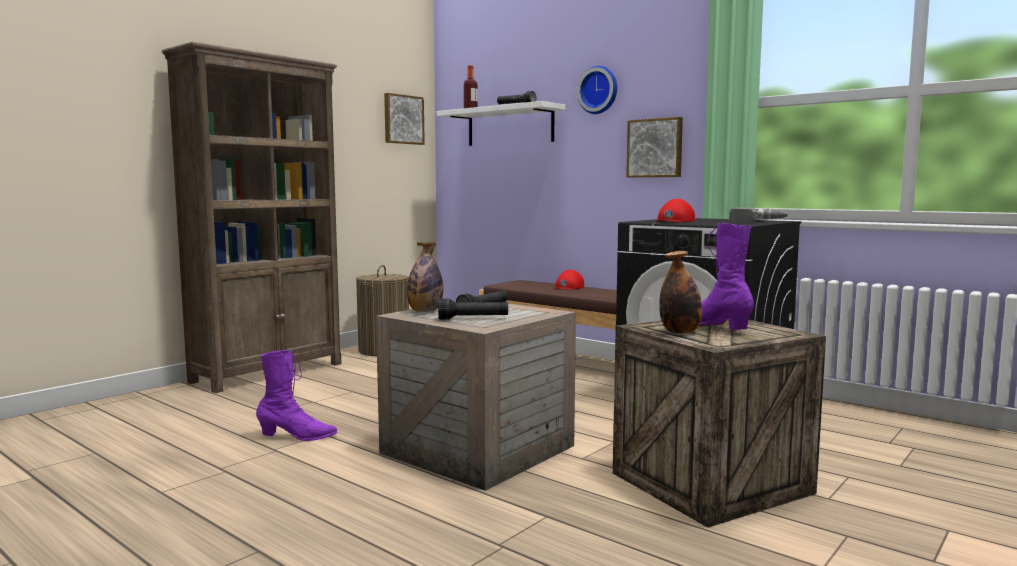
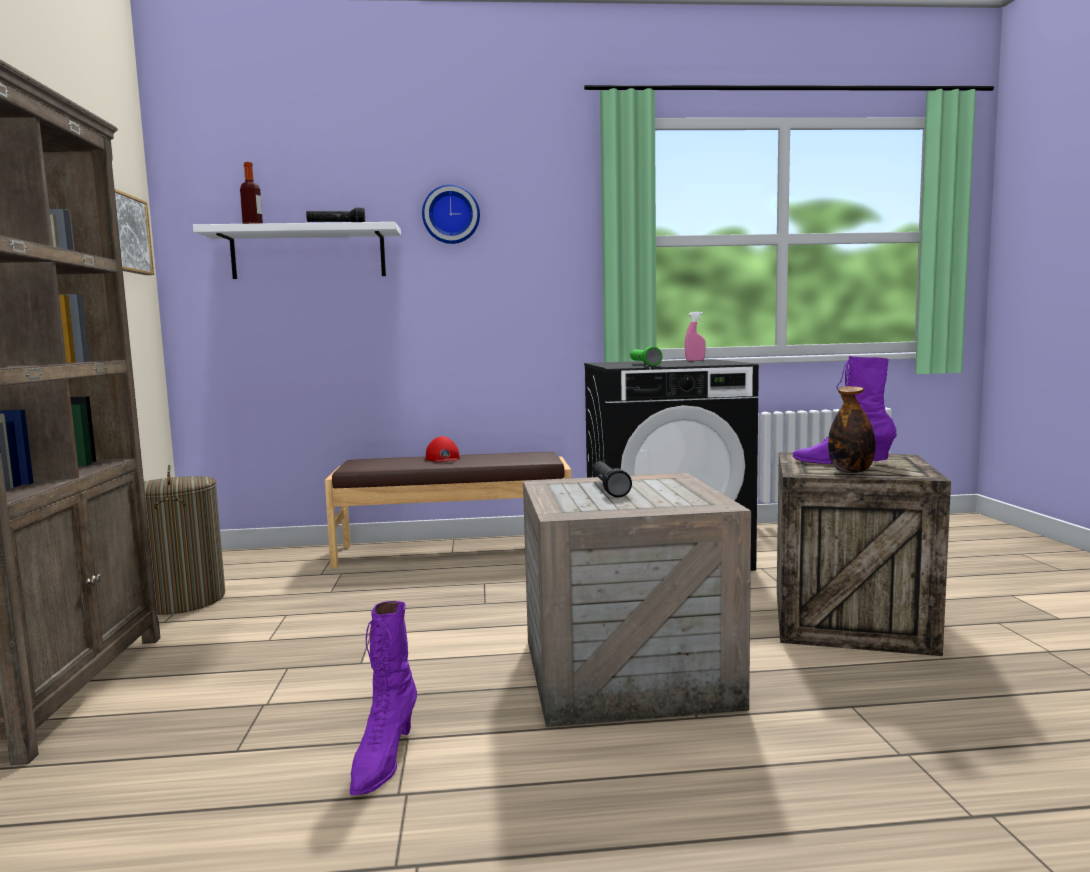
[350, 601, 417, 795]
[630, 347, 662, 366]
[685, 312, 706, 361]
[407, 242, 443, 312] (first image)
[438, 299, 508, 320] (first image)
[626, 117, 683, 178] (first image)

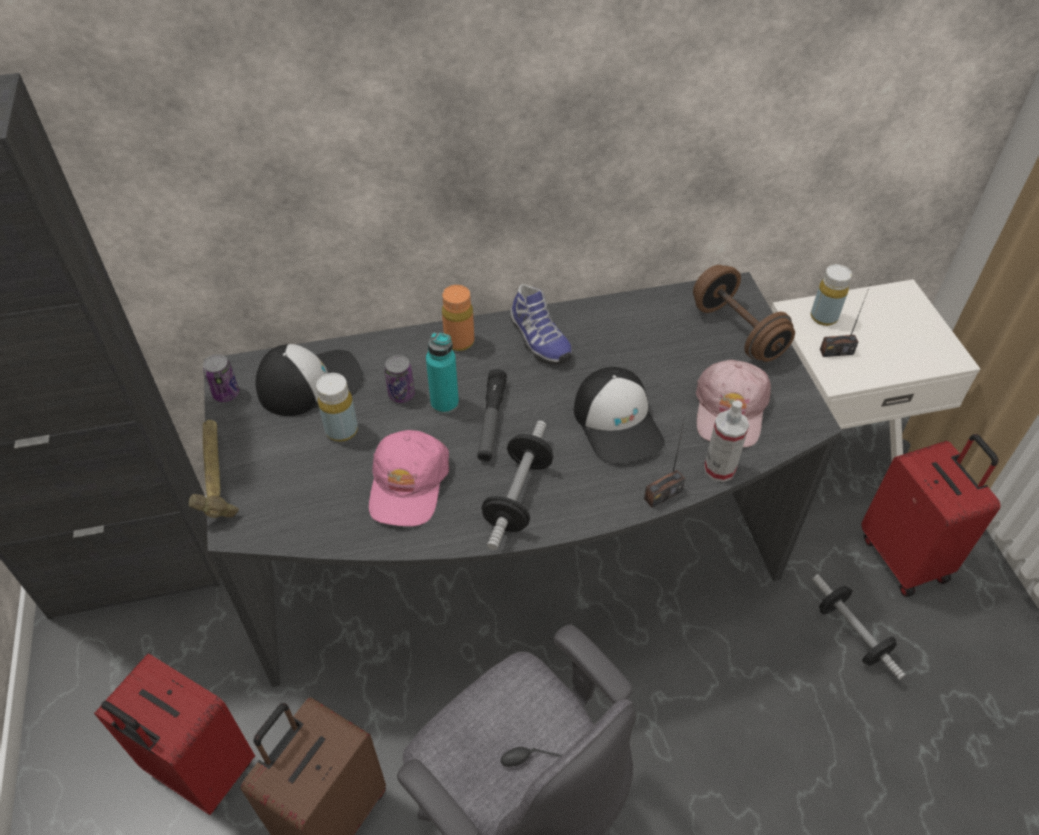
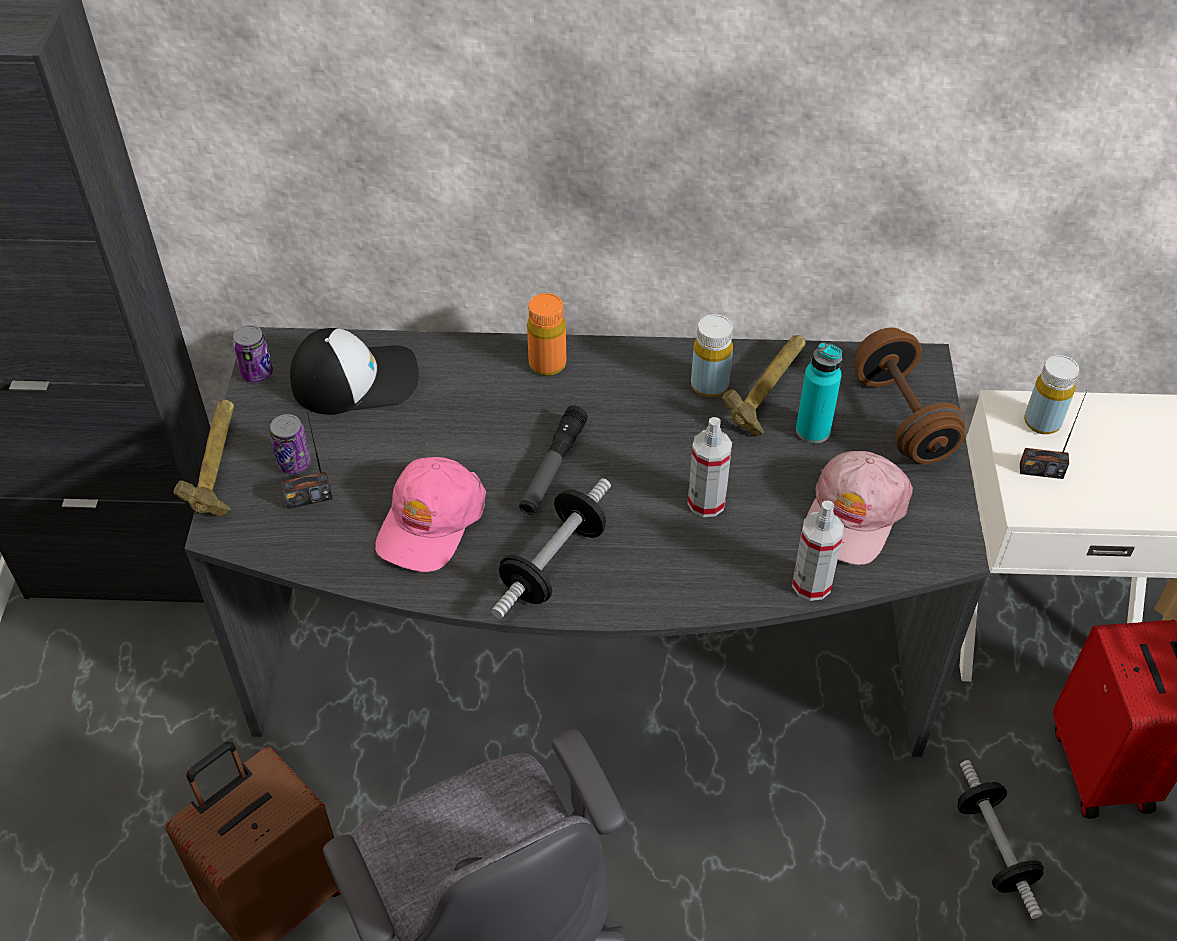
[269, 414, 311, 474]
[281, 407, 333, 509]
[688, 417, 732, 517]
[691, 314, 733, 397]
[722, 335, 806, 437]
[796, 342, 842, 443]
[94, 654, 255, 815] (first image)
[510, 284, 572, 365] (first image)

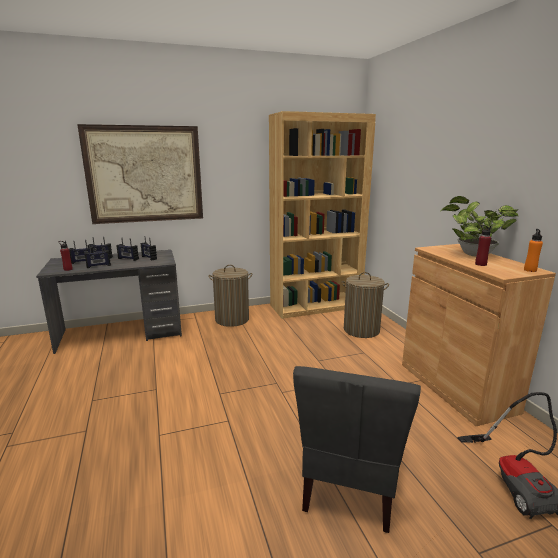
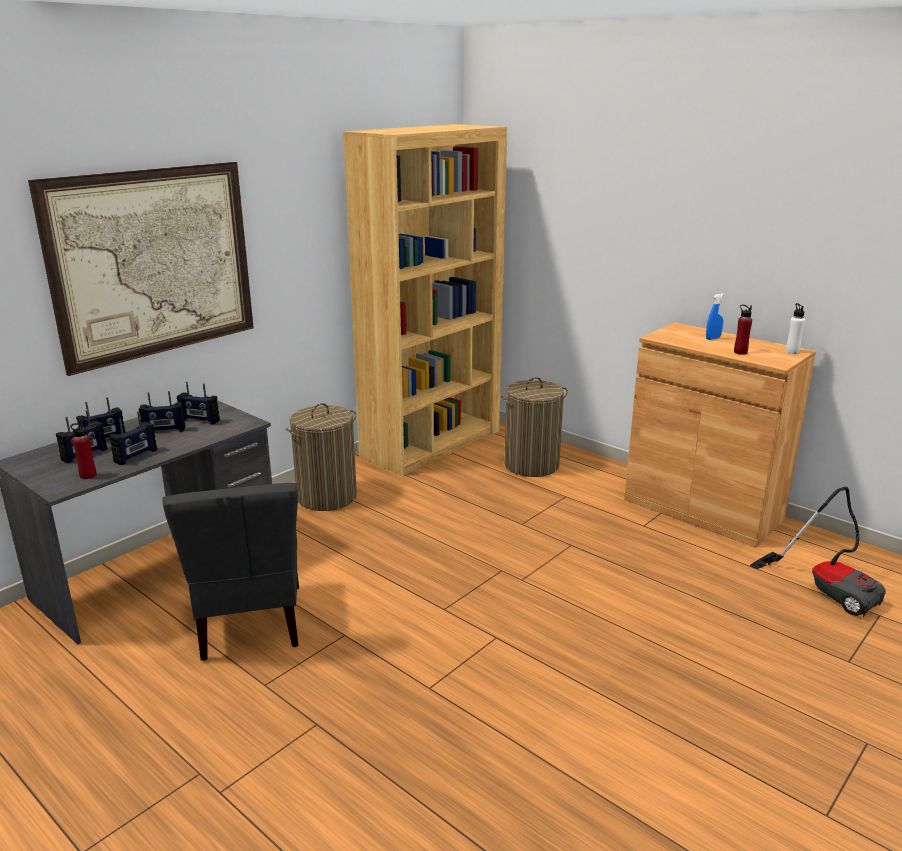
[162, 483, 299, 661]
[706, 293, 725, 340]
[786, 303, 805, 354]

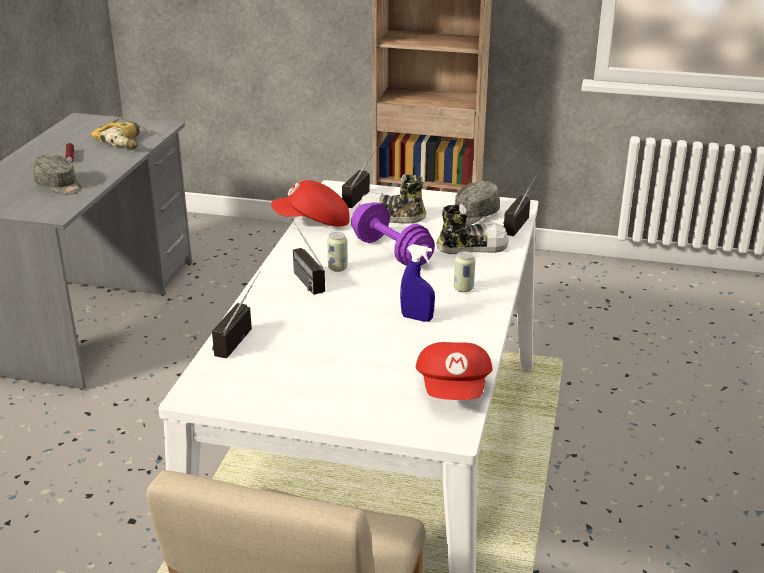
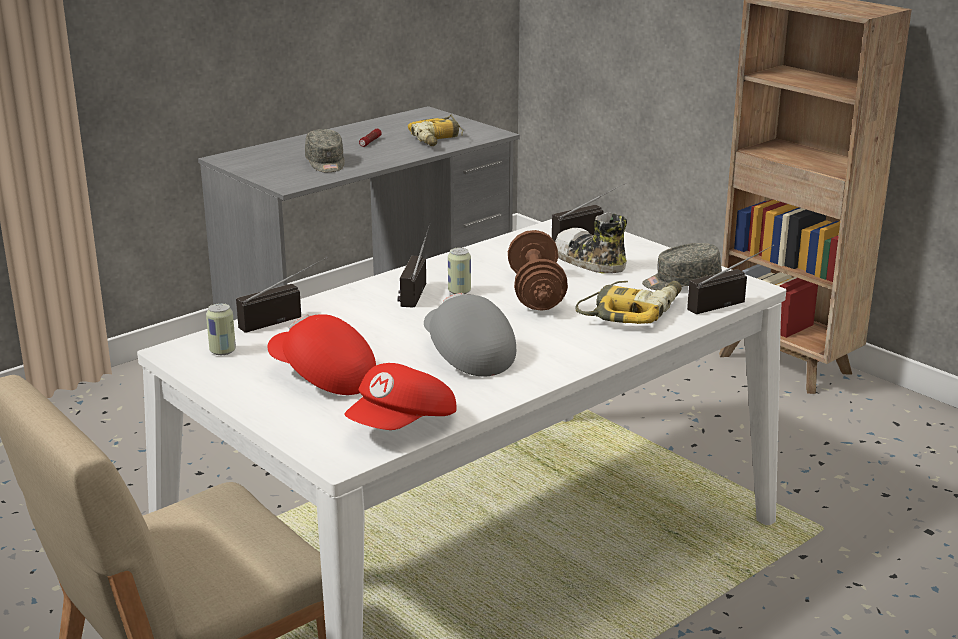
[206, 303, 236, 355]
[268, 314, 376, 395]
[424, 293, 516, 376]
[508, 230, 568, 311]
[576, 281, 682, 324]

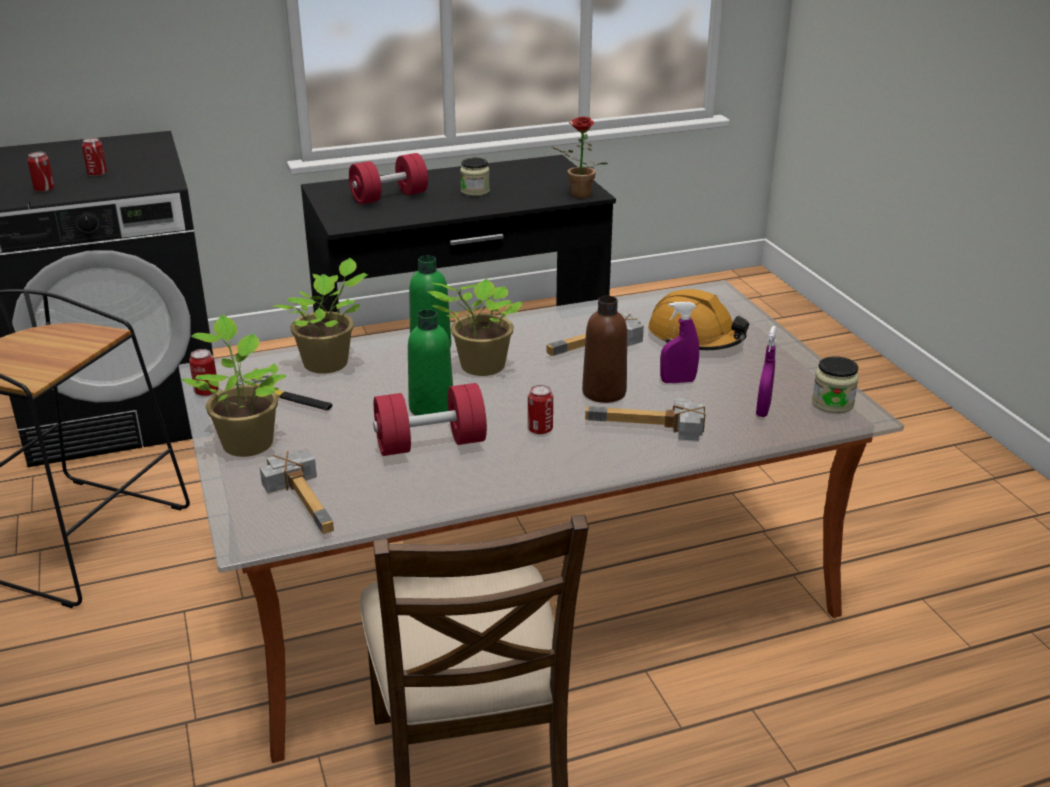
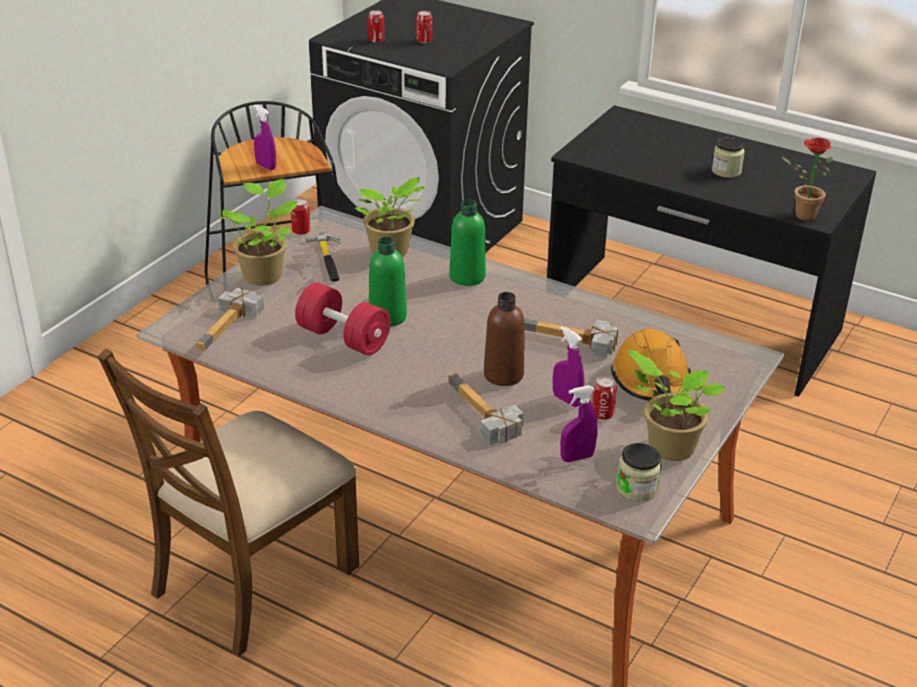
[254, 105, 276, 170]
[592, 376, 617, 420]
[628, 350, 725, 461]
[349, 153, 428, 204] (first image)

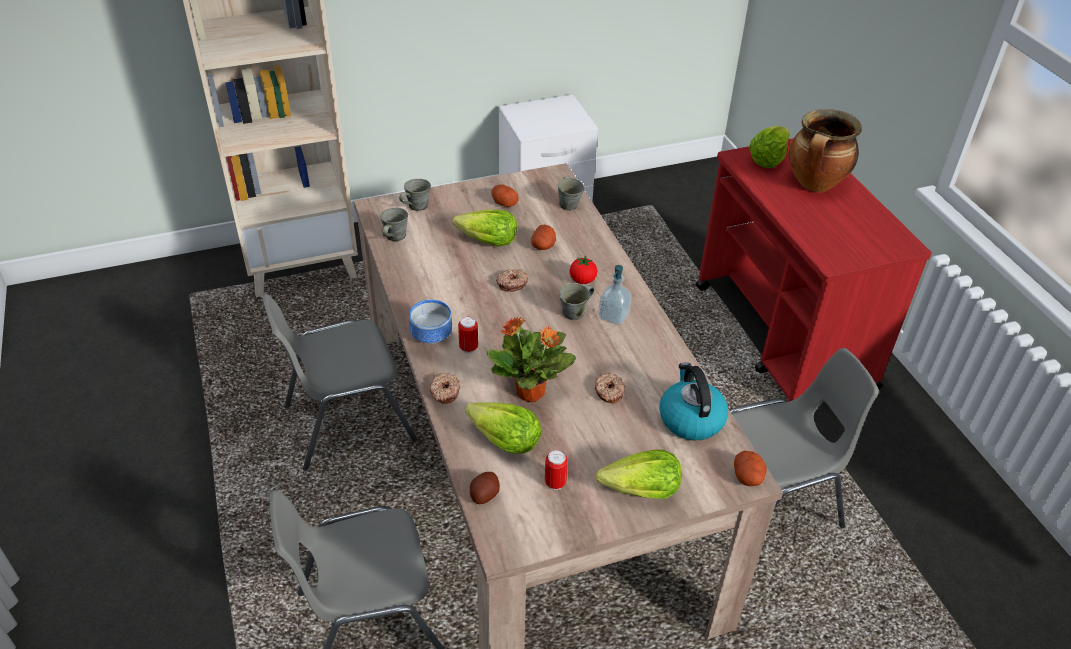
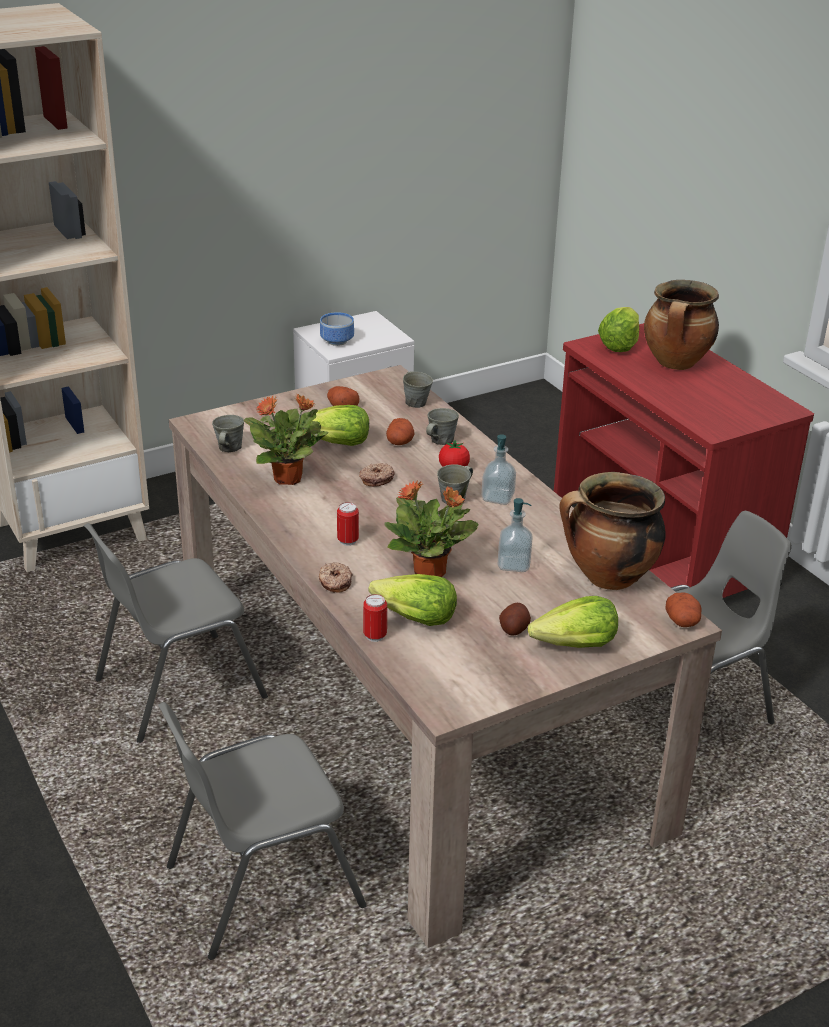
[243, 394, 329, 485]
[320, 312, 354, 346]
[363, 594, 387, 642]
[426, 408, 459, 445]
[498, 498, 533, 572]
[499, 603, 531, 635]
[559, 472, 665, 590]

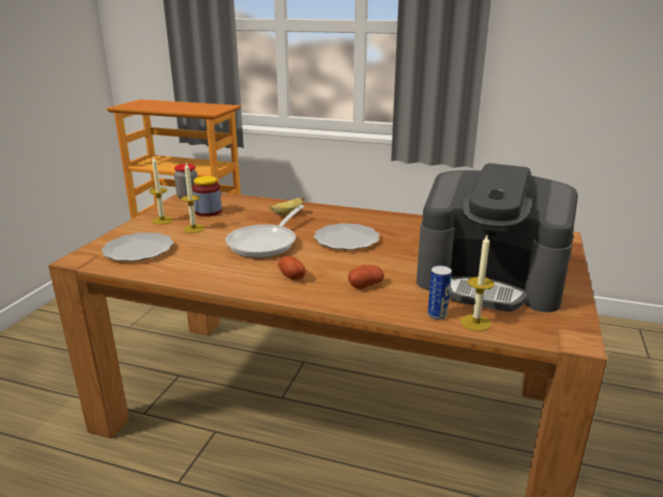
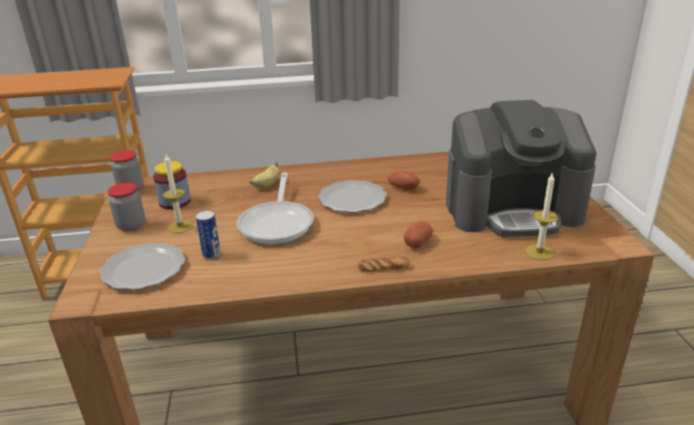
[108, 183, 145, 231]
[196, 210, 221, 260]
[358, 256, 410, 272]
[387, 171, 420, 190]

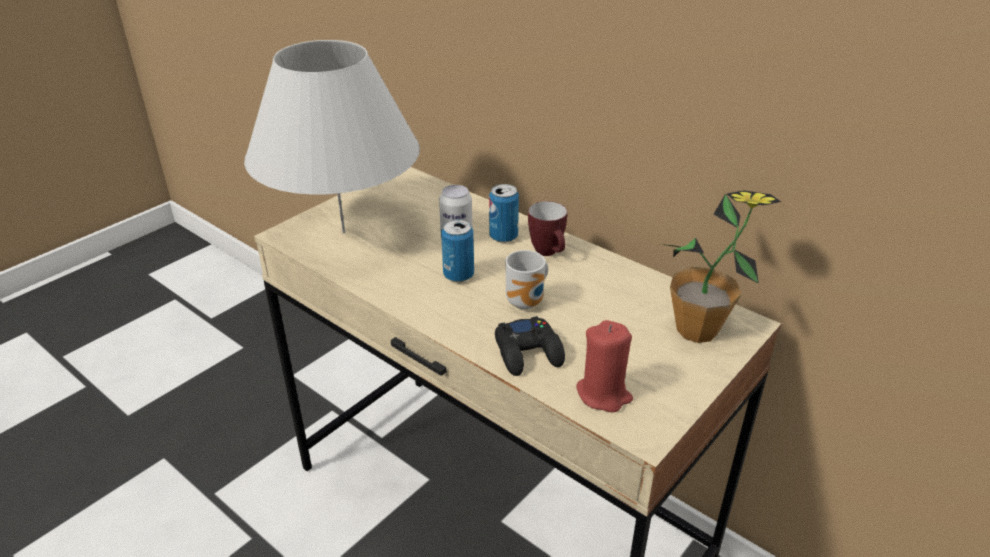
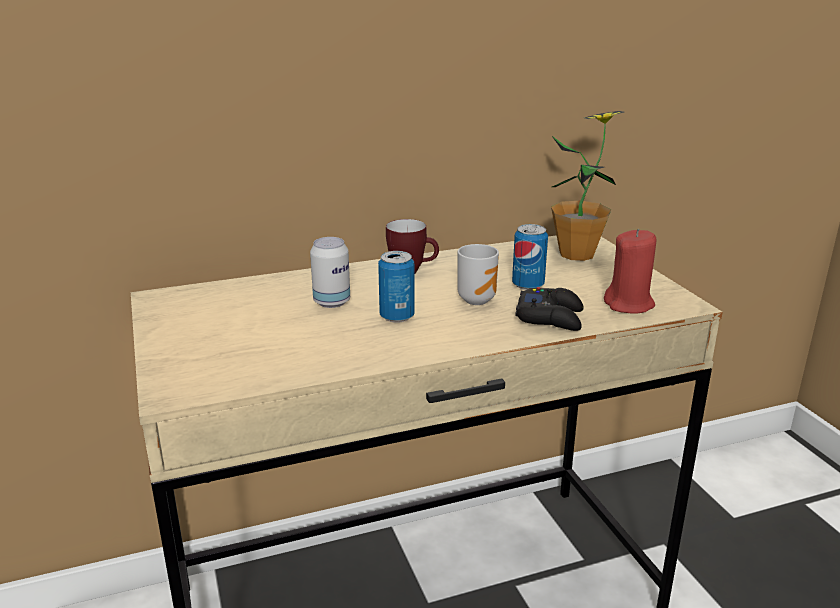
[512, 224, 548, 290]
[244, 40, 420, 233] (first image)

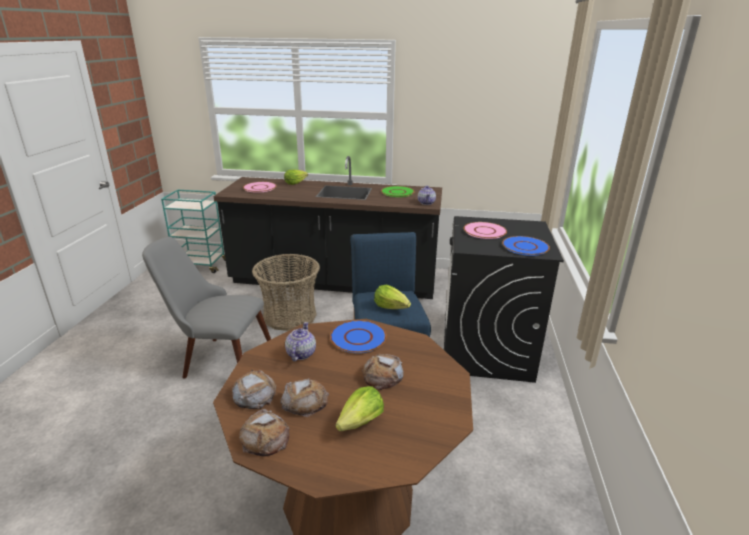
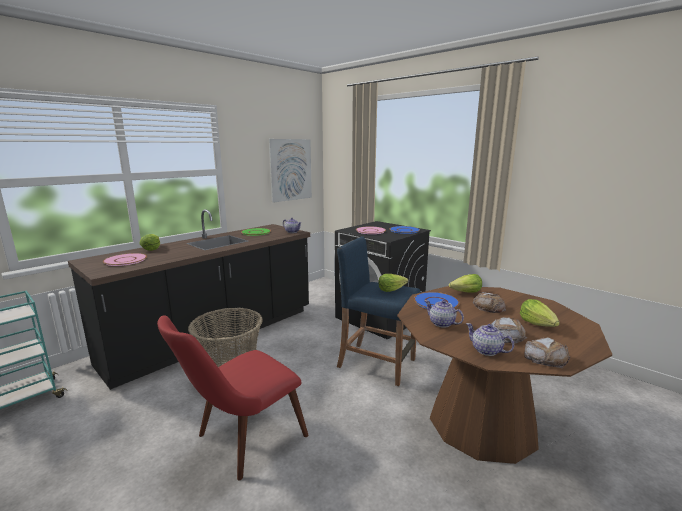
[157, 315, 309, 480]
[269, 139, 312, 203]
[449, 274, 482, 293]
[466, 323, 514, 356]

